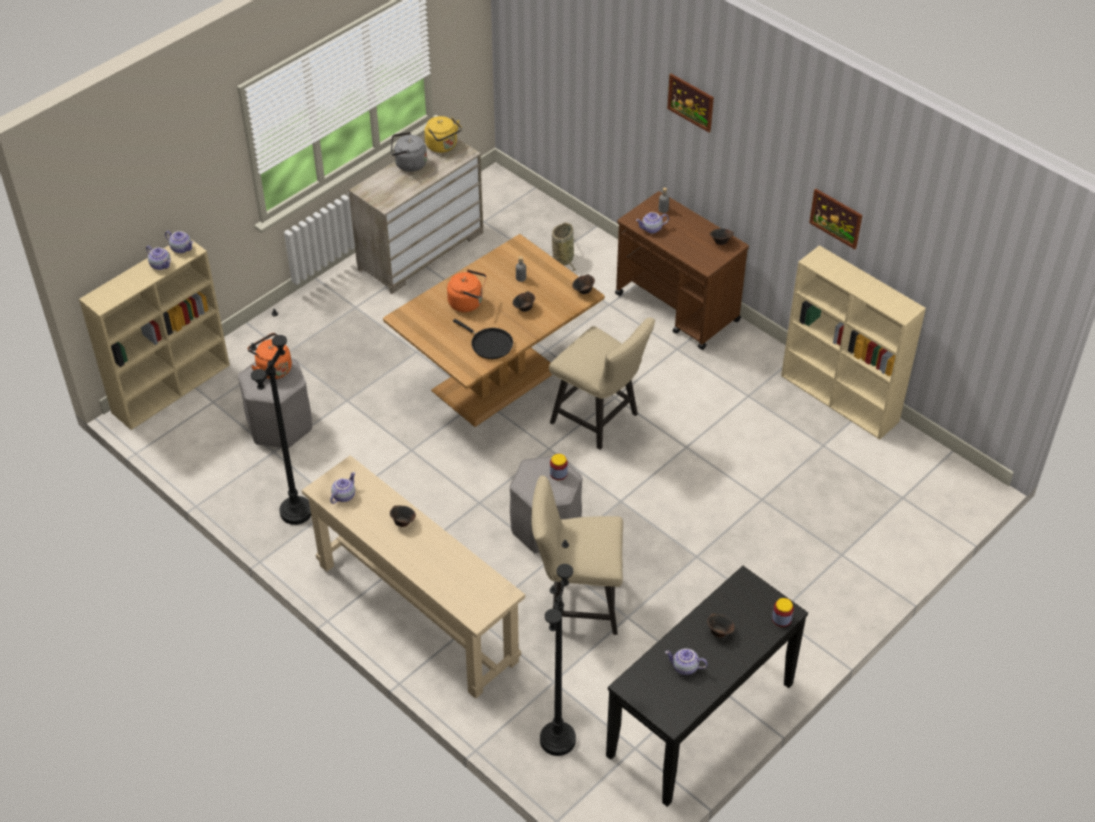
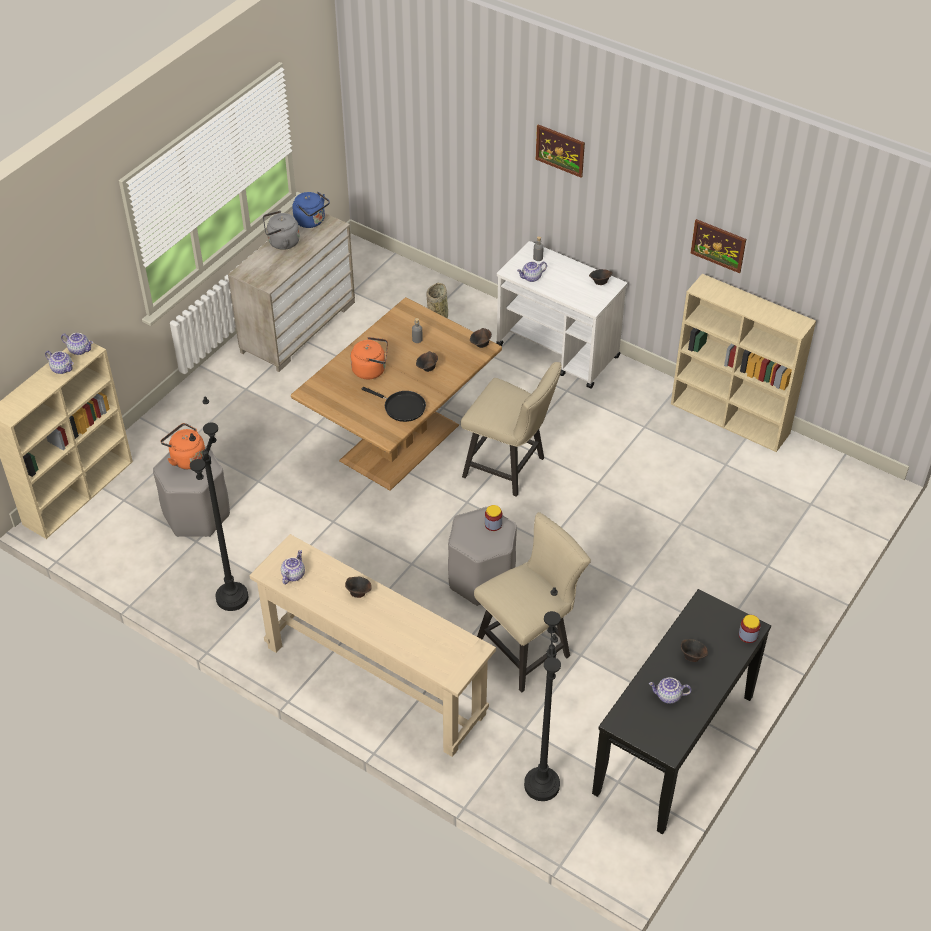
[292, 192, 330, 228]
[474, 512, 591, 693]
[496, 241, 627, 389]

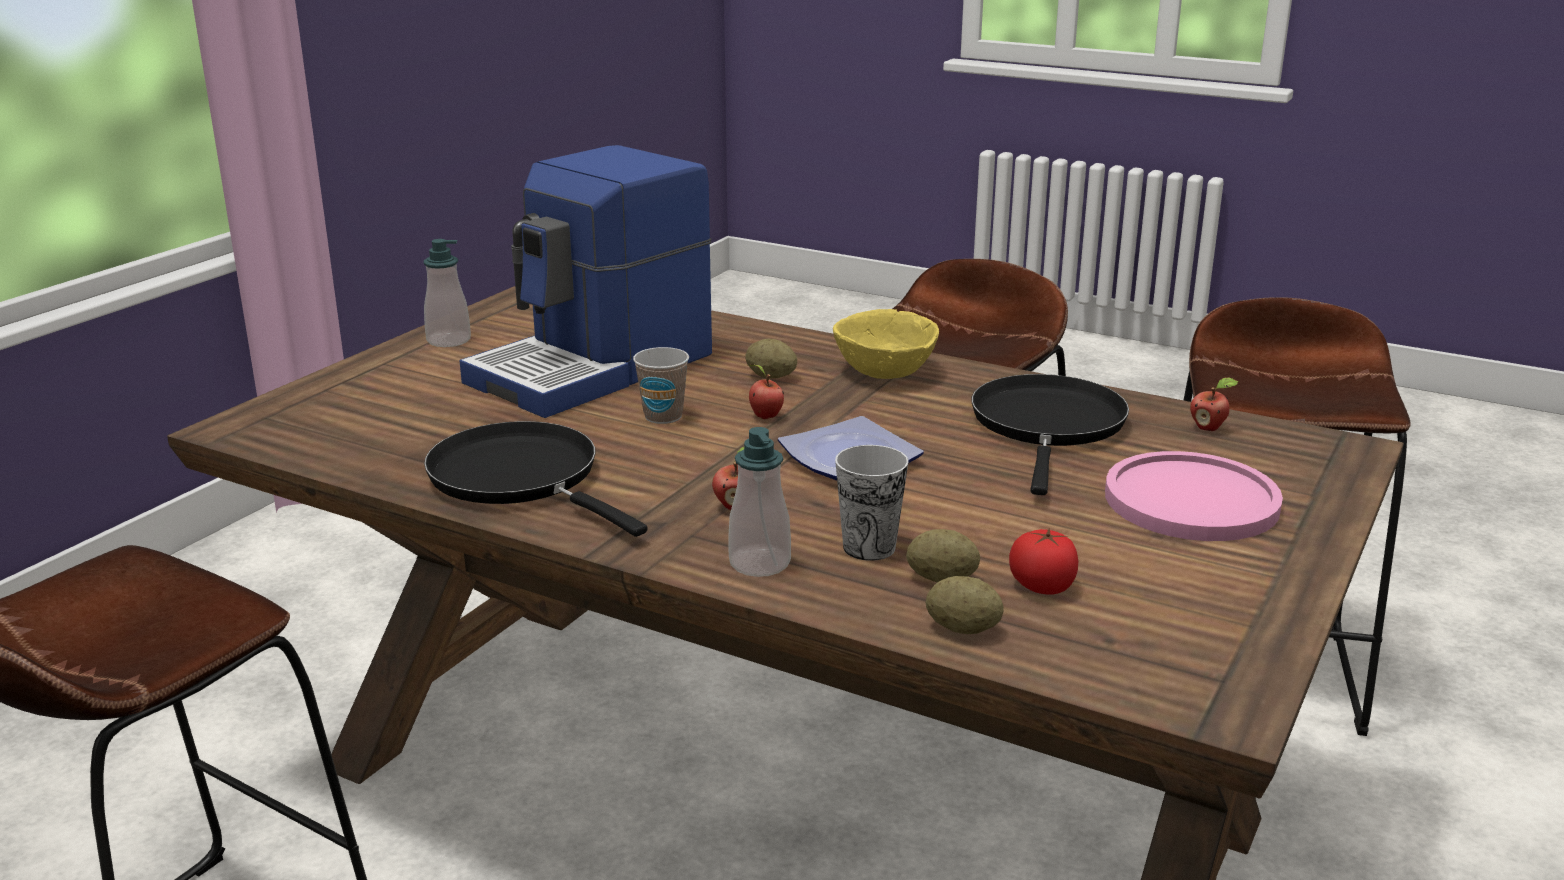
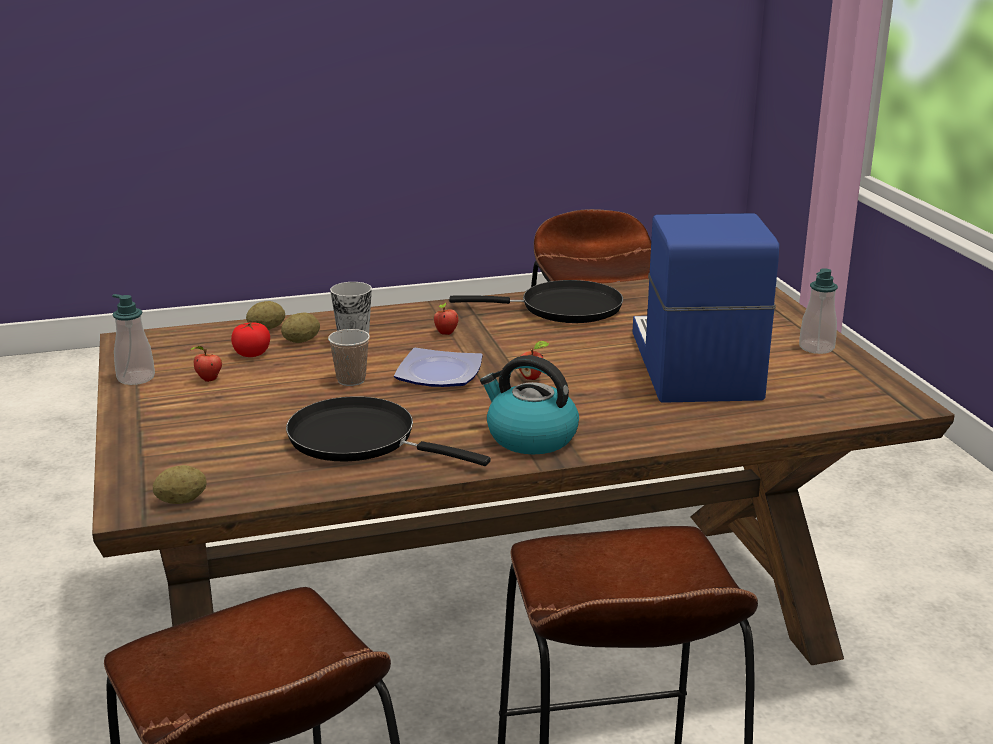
[112, 294, 155, 385]
[153, 465, 207, 504]
[190, 346, 222, 382]
[286, 396, 491, 466]
[328, 329, 370, 386]
[480, 355, 579, 455]
[1105, 451, 1283, 541] (first image)

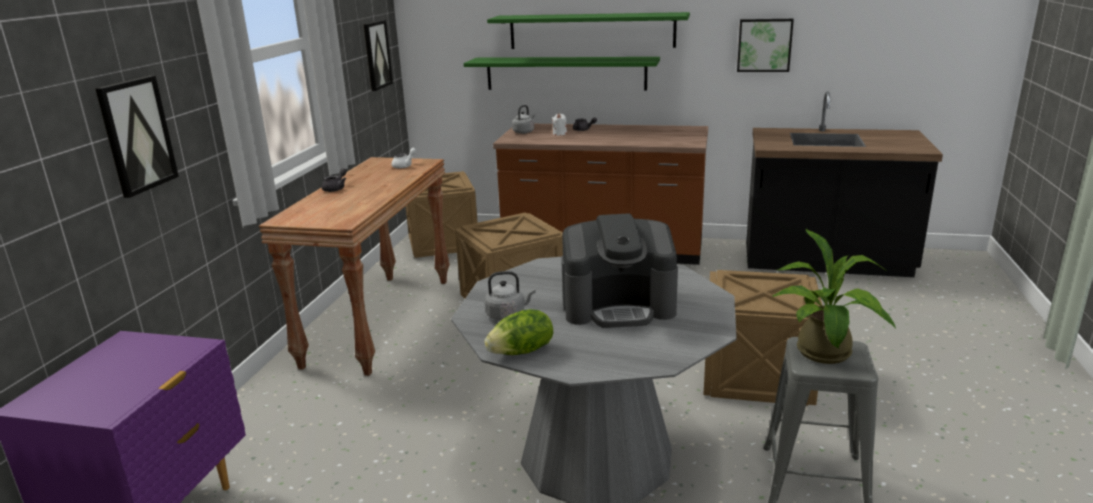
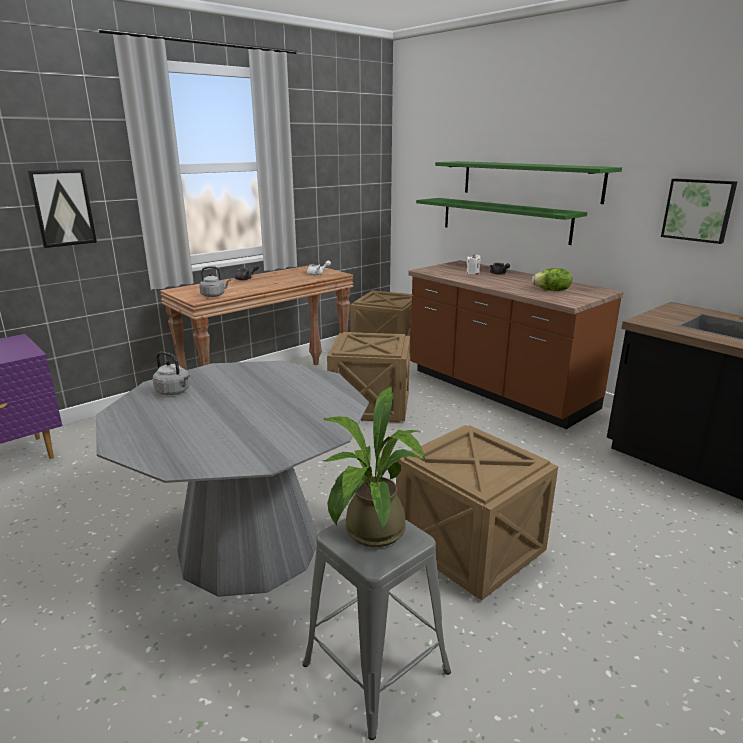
[199, 266, 231, 297]
[532, 268, 572, 291]
[364, 20, 393, 91] (first image)
[561, 213, 678, 328] (first image)

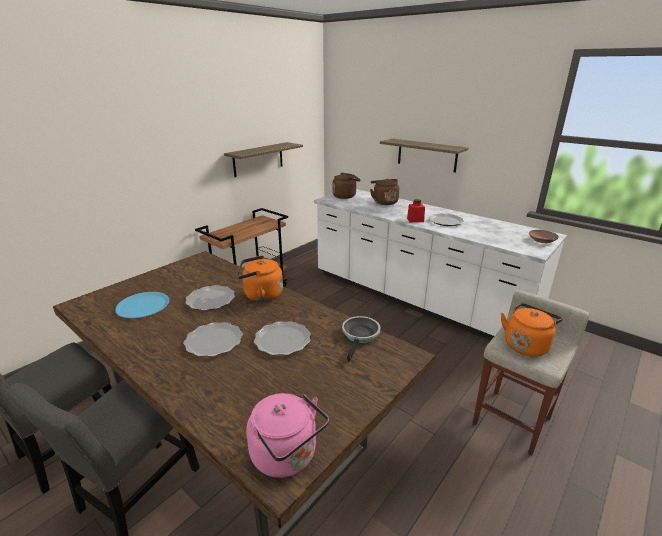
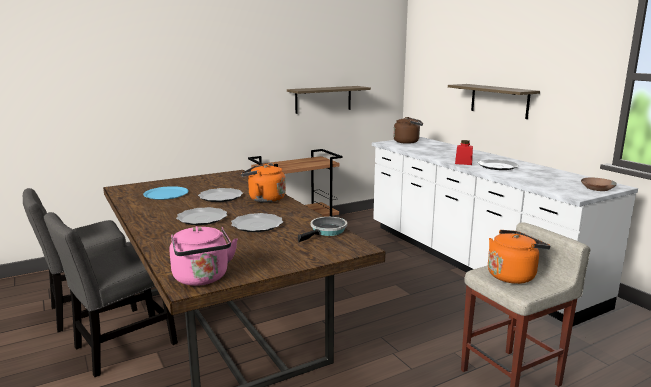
[370, 179, 399, 205] (first image)

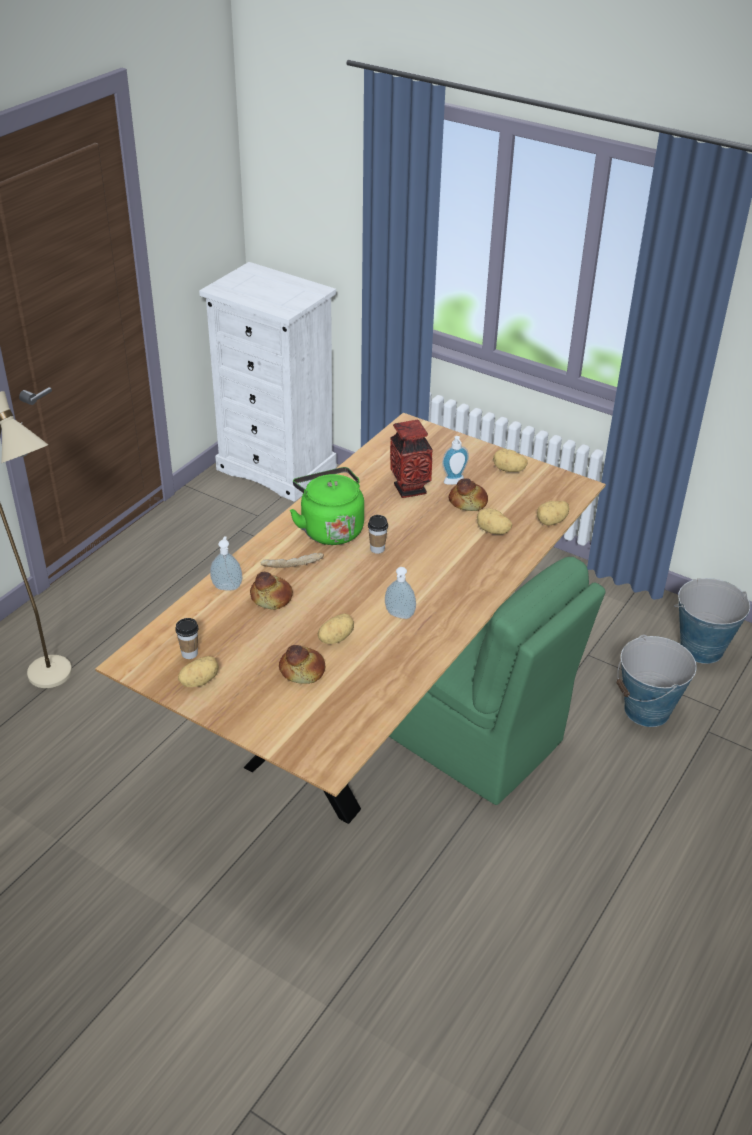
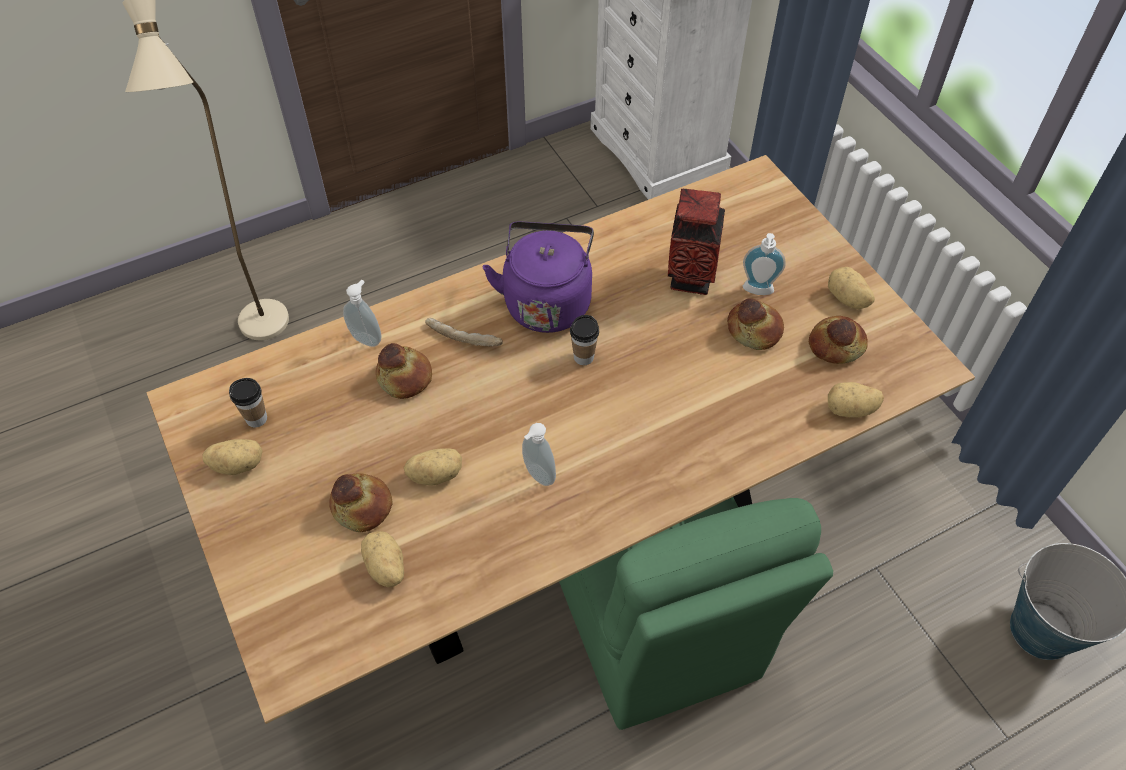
[361, 531, 404, 587]
[483, 221, 594, 333]
[809, 316, 868, 364]
[616, 634, 697, 727] (first image)

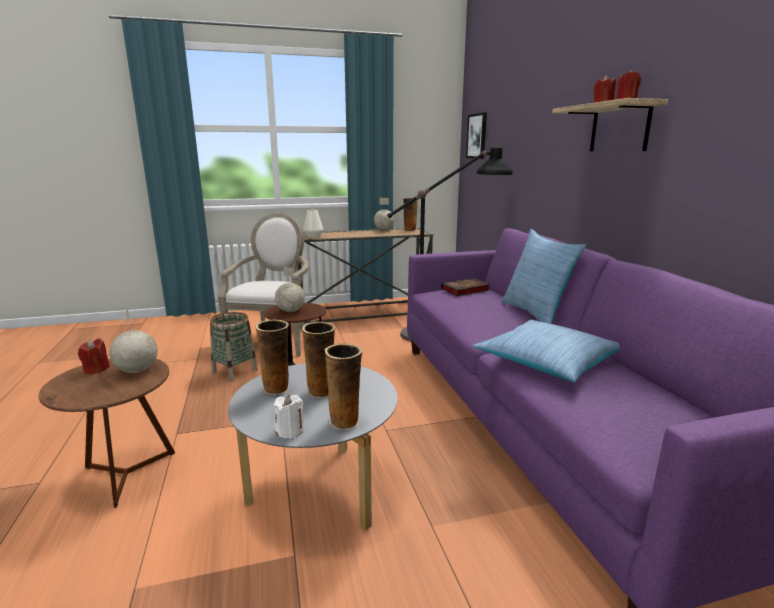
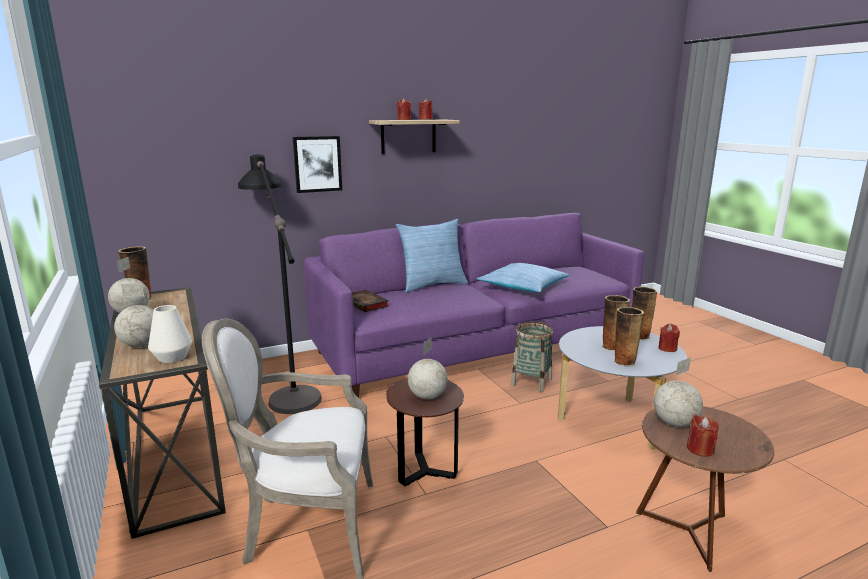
[114, 283, 154, 348]
[293, 136, 342, 193]
[511, 322, 553, 392]
[658, 324, 680, 352]

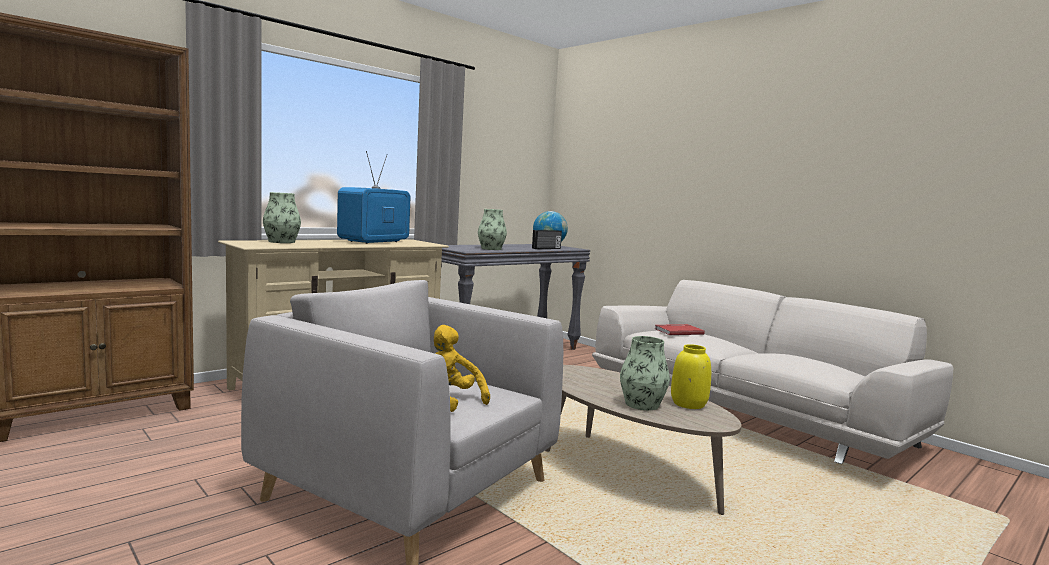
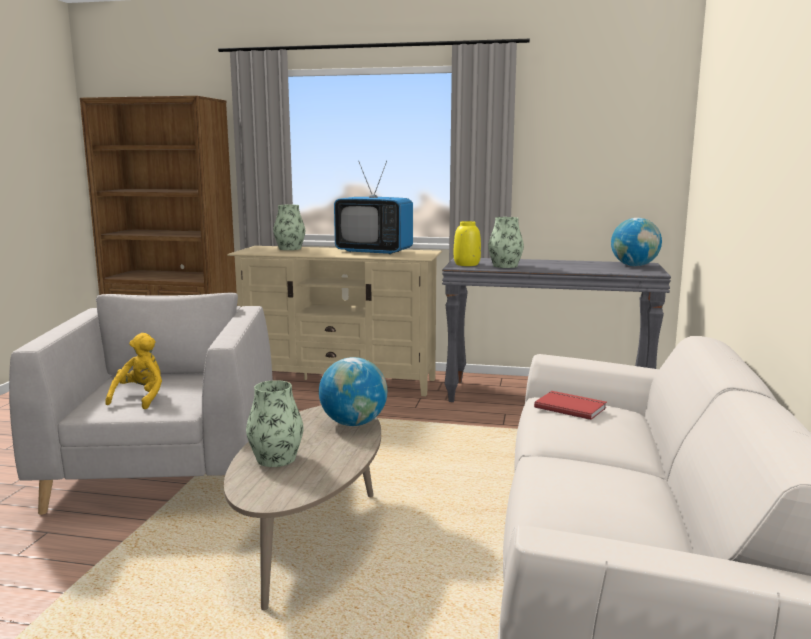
[319, 357, 387, 426]
[334, 161, 413, 255]
[454, 221, 481, 266]
[532, 230, 562, 249] (first image)

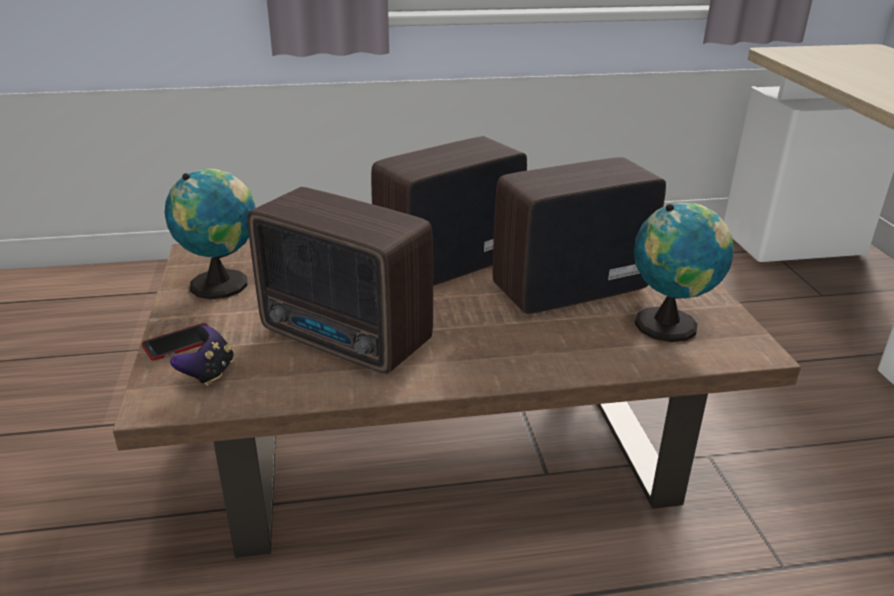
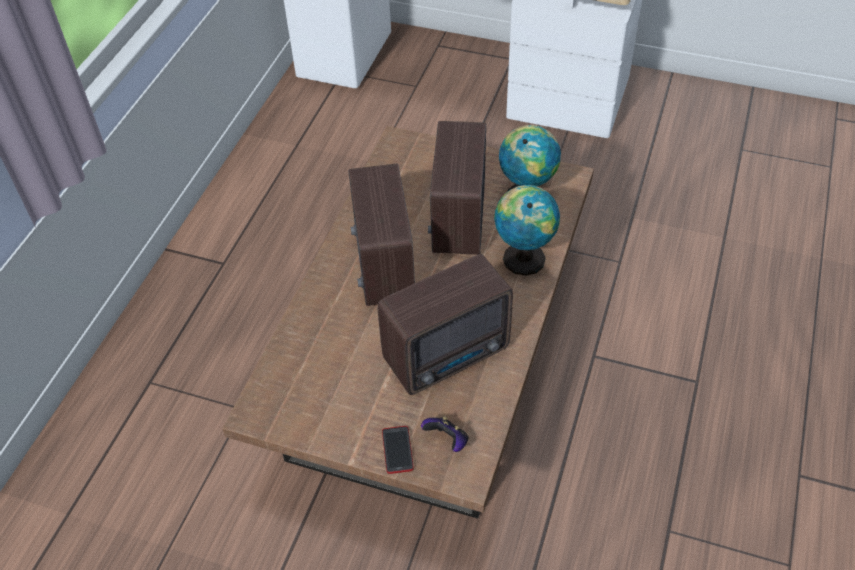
[494, 185, 560, 276]

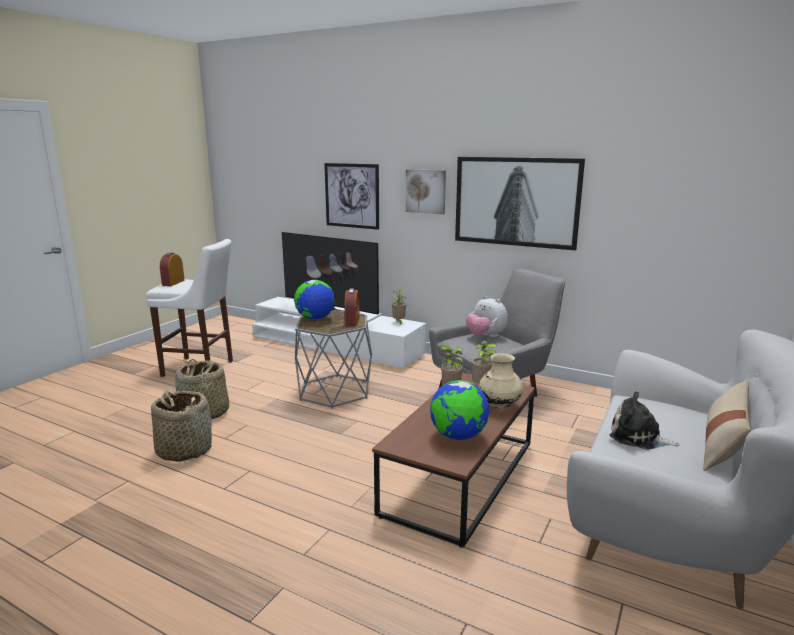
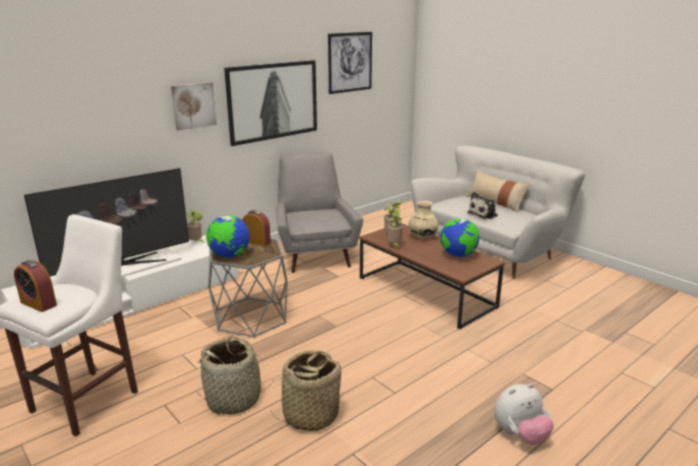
[328, 32, 372, 94]
[494, 383, 554, 445]

